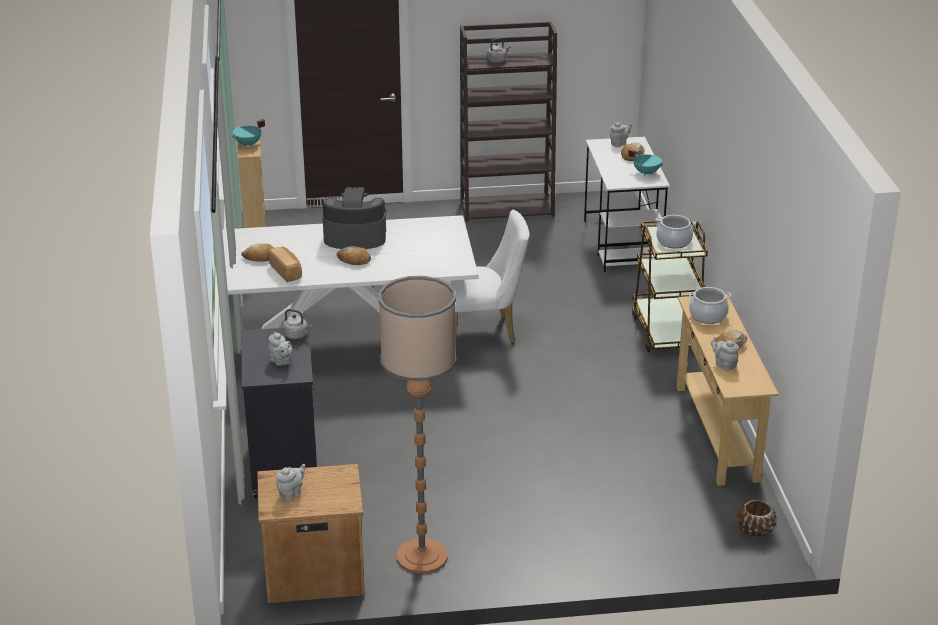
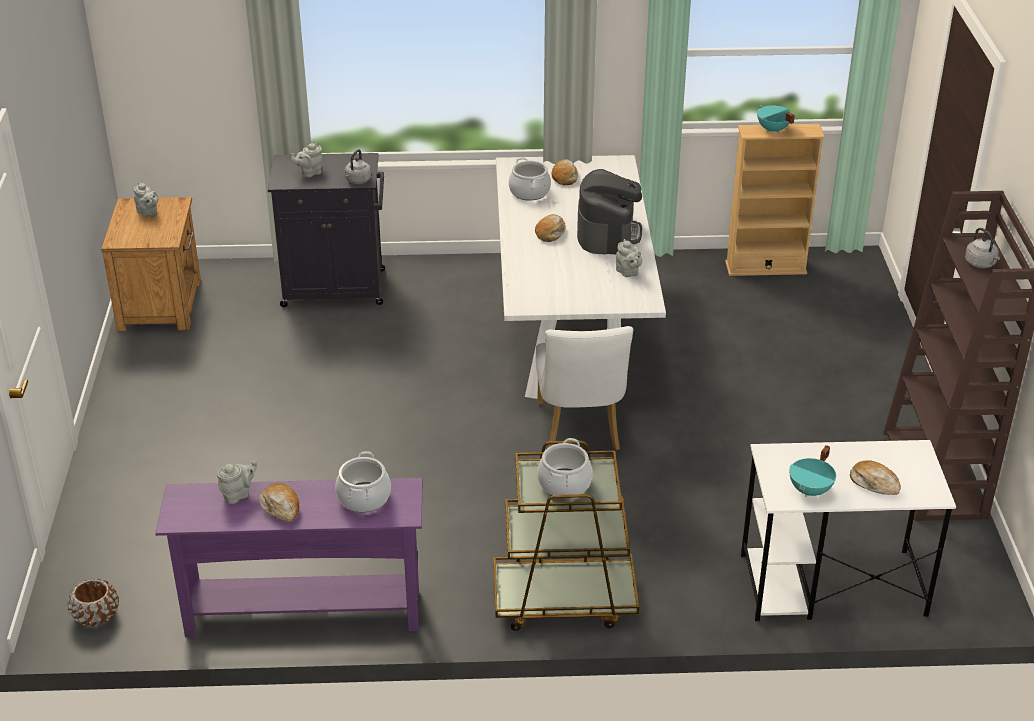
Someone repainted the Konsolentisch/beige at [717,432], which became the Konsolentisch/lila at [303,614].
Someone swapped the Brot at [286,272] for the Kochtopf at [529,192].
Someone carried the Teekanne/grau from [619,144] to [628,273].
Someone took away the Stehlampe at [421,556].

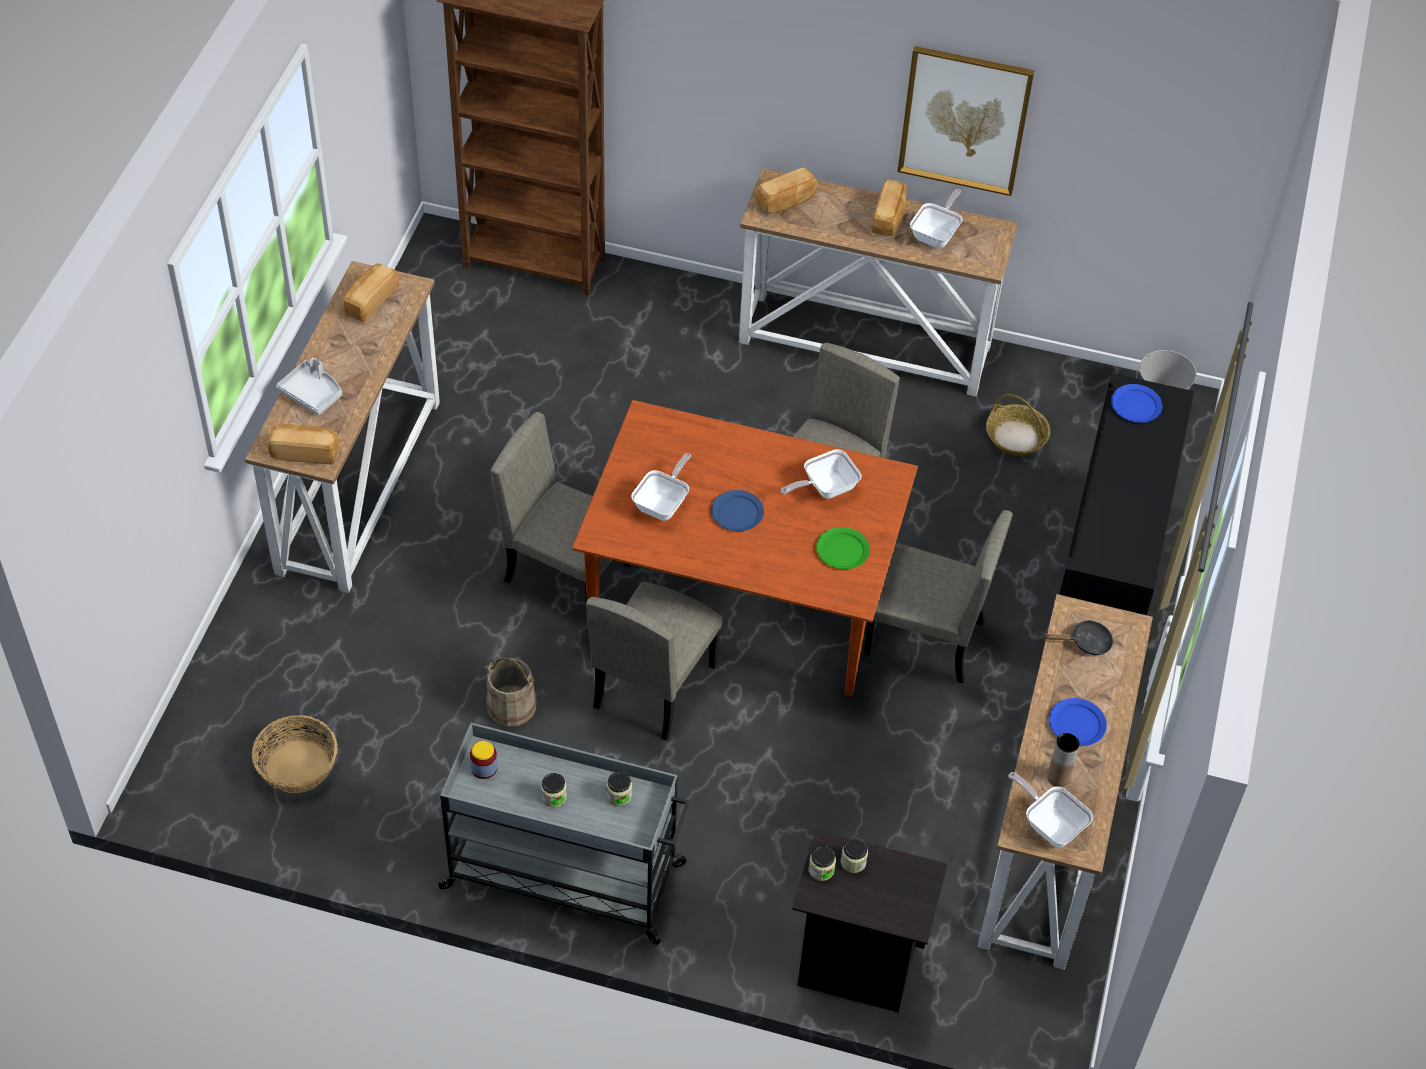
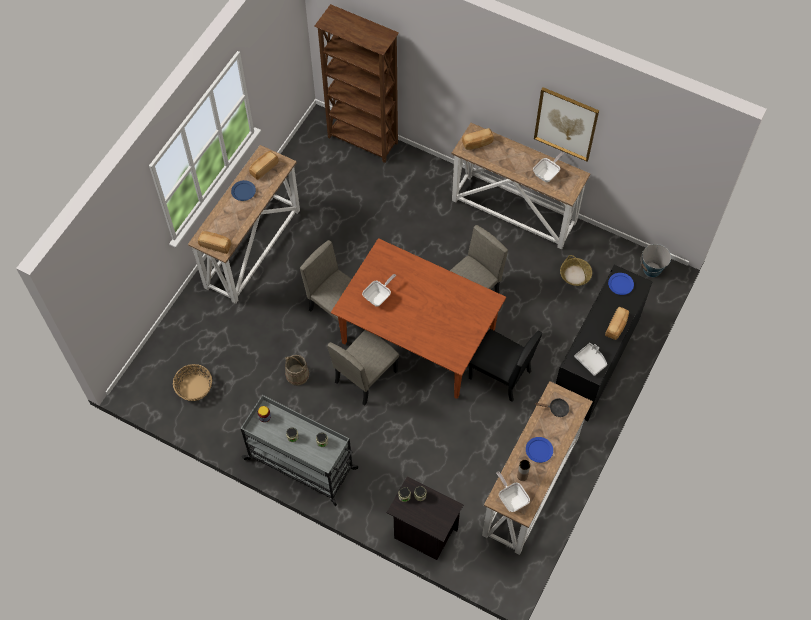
Someone carried the Teller/blau from [737,513] to [243,191].
Someone repainted the Stuhl/beige at [923,638], which became the Stuhl/schwarz at [499,375].
Someone carried the Tablett/grau from [312,393] to [591,361].
Someone carried the Brot from [889,217] to [617,326].
Someone took away the Pfanne at [825,488].
Someone took away the Teller/grün at [842,550].

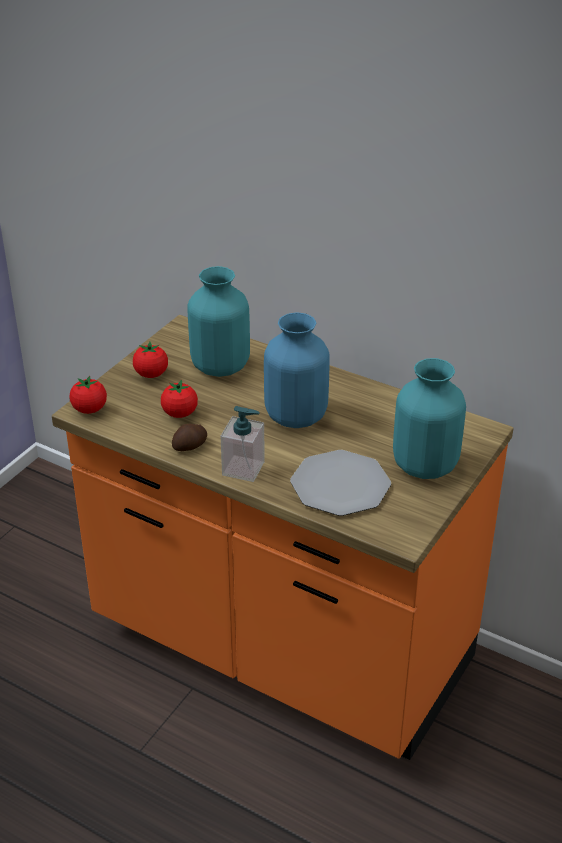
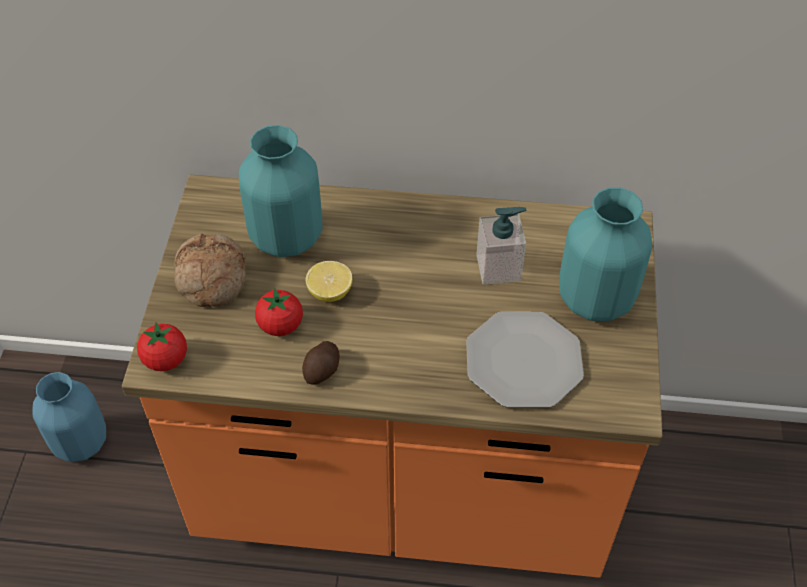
Someone carried the Vase/blau from [295,416] to [79,442].
Someone swapped the Tomate at [151,374] for the Brot at [210,278].
Someone put down the Zitrone at [330,292].
Someone carried the Seifenspender from [243,468] to [498,268].

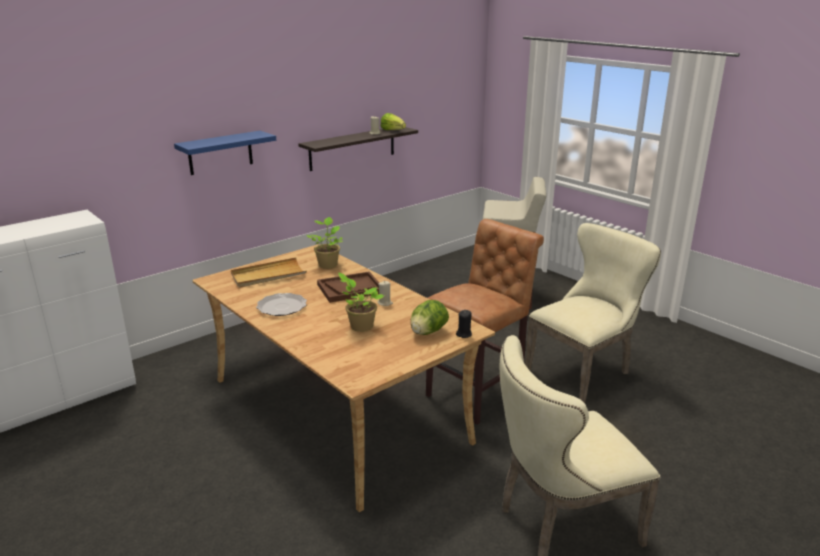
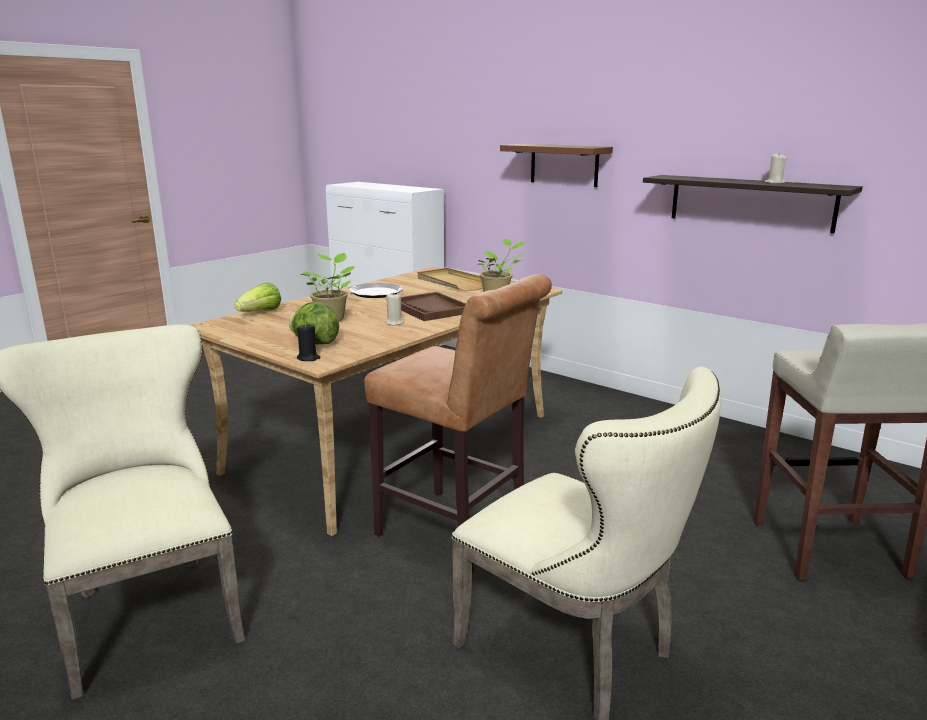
Someone carried the Salatkopf from [392,131] to [261,313].
Someone repainted the Wandregal/blau at [220,153], which became the Wandregal/braun at [564,165].

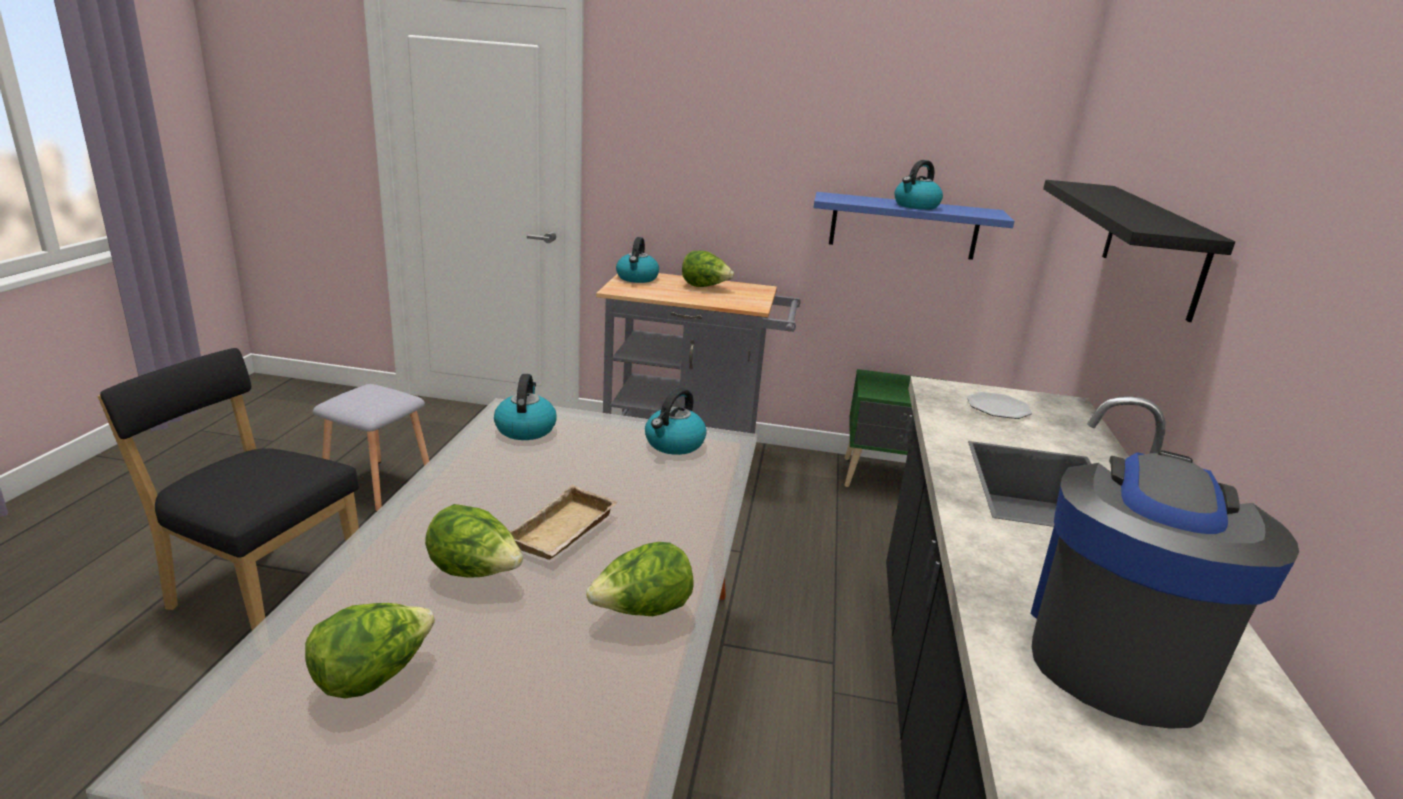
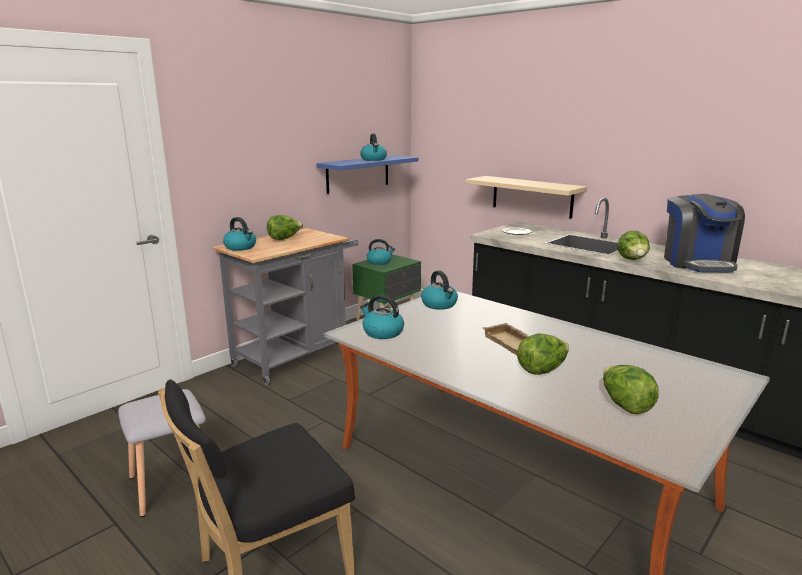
Someone put down the Wasserkessel at [379,262].
Someone put up the Wandregal/beige at [532,196].
Someone carried the Salatkopf from [642,612] to [632,260].
Someone rotated the Kaffeemaschine at [1117,648] by 150 degrees counterclockwise.
Someone took away the Wandregal/schwarz at [1152,247].

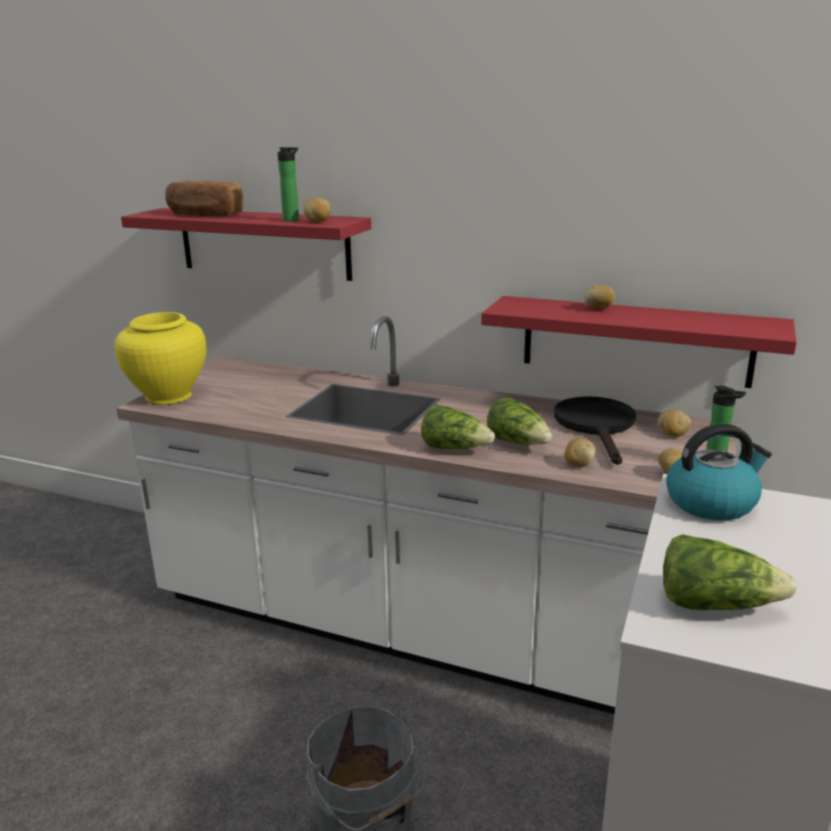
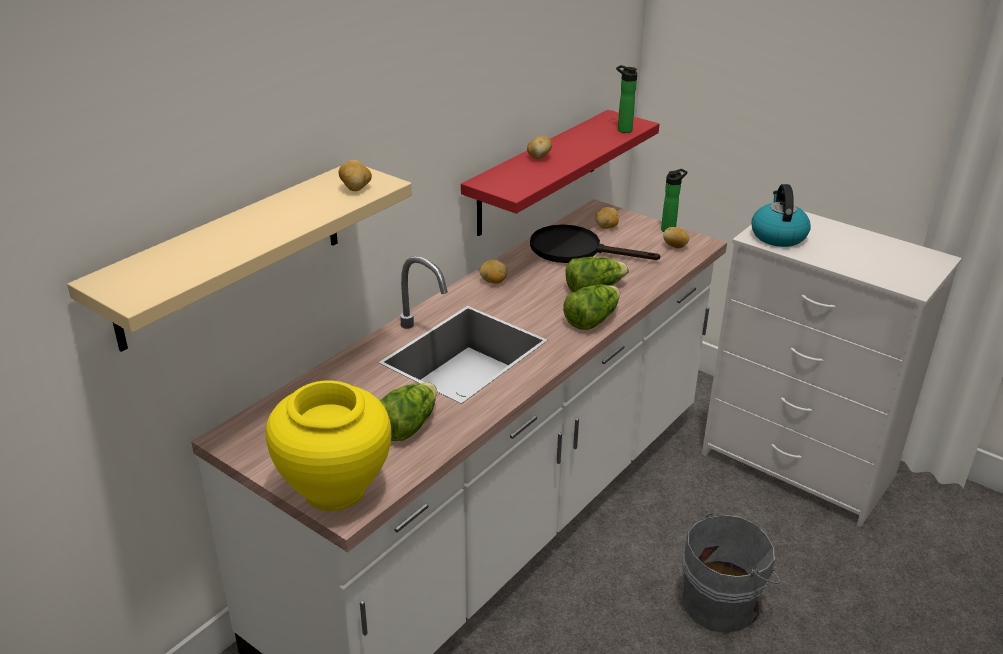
Someone repainted the Wandregal/rot at [264,243], which became the Wandregal/beige at [231,254].
Someone carried the Salatkopf from [715,604] to [406,426].
Someone carried the Kartoffel from [578,465] to [493,282].
Someone carried the Flasche from [292,220] to [622,129].
Someone took away the Brot at [204,214].

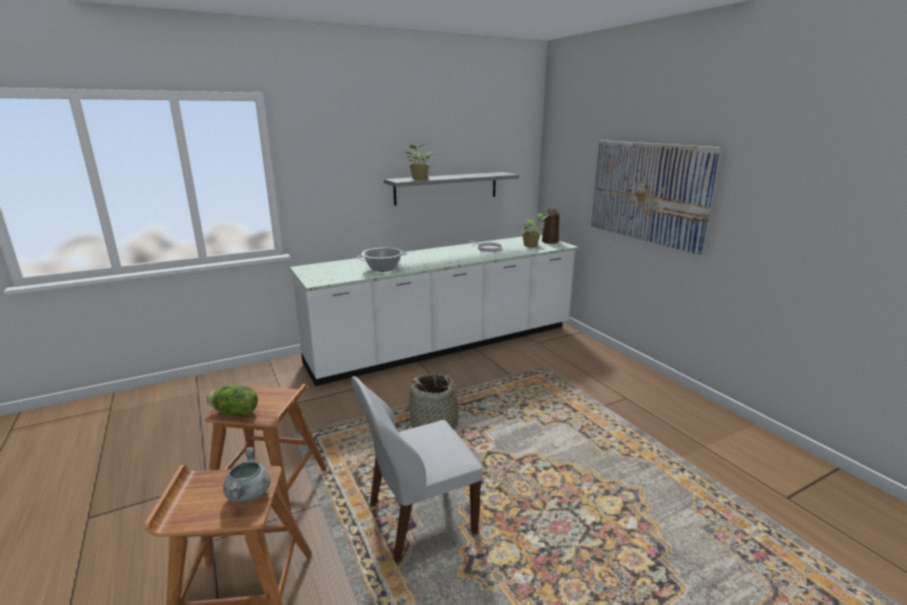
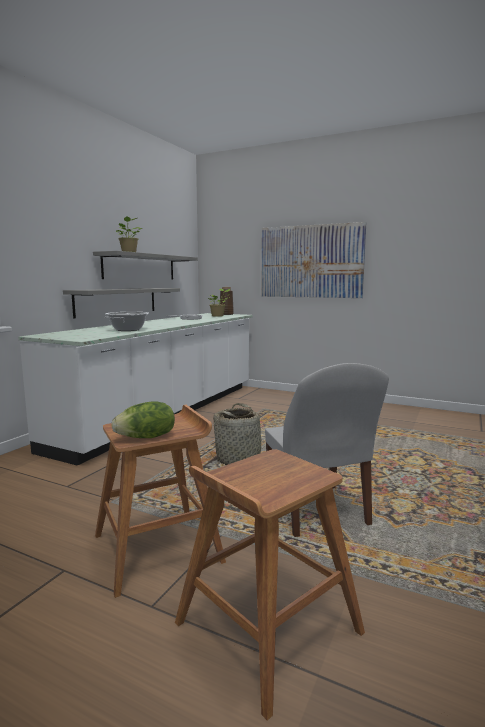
Someone put up the Wandregal/grau at [117,301].
Someone rotated the Stuhl/weiß at [418,518] by 45 degrees counterclockwise.
Someone took away the Kochtopf/grau at [249,494].

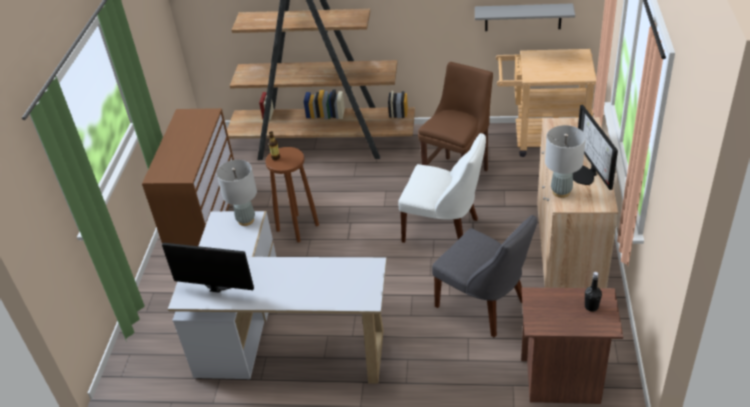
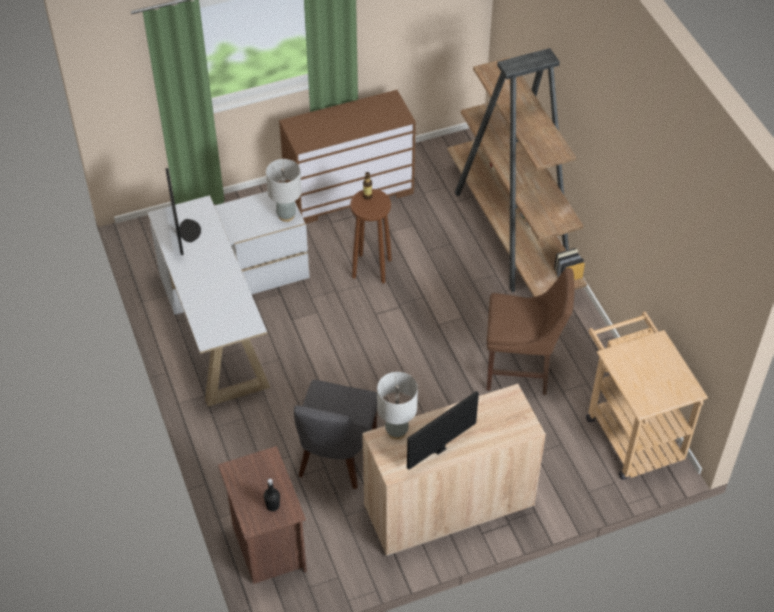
Someone took away the Stuhl/weiß at [444,230].
Someone took away the Wandregal/grau at [523,17].

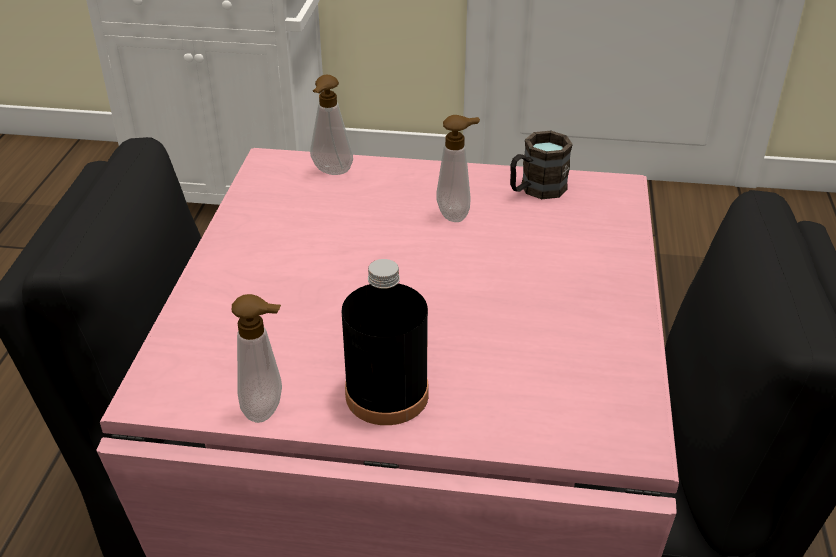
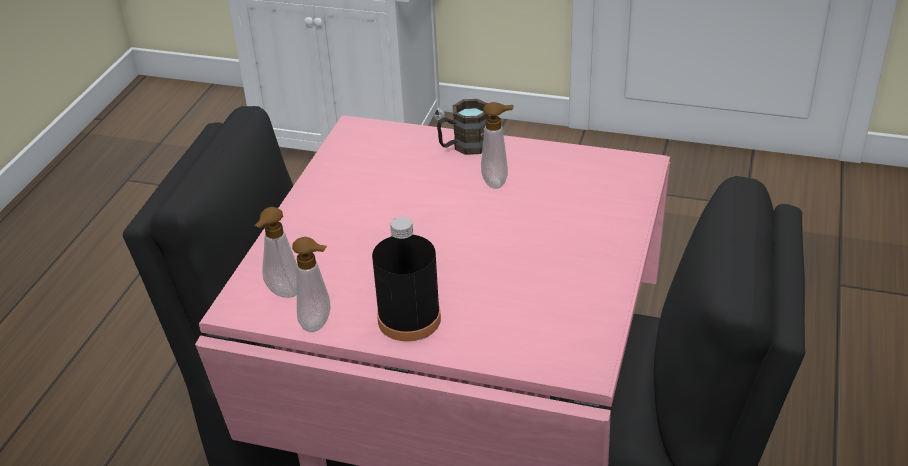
Someone carried the Seifenspender from [330,172] to [282,293].
Someone carried the Henkelbecher/braun from [536,190] to [464,146].

